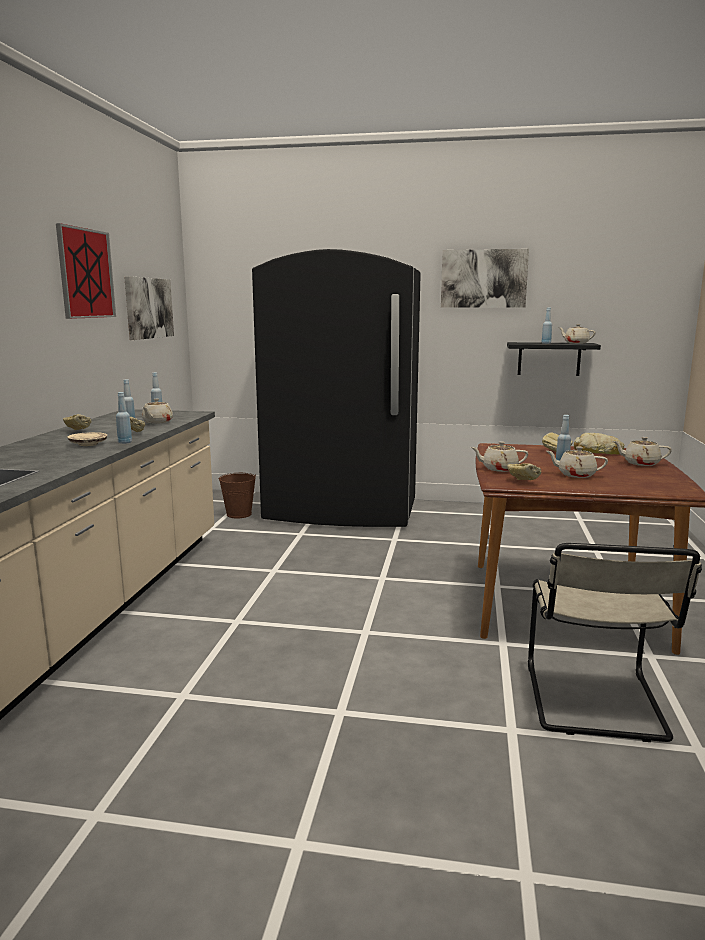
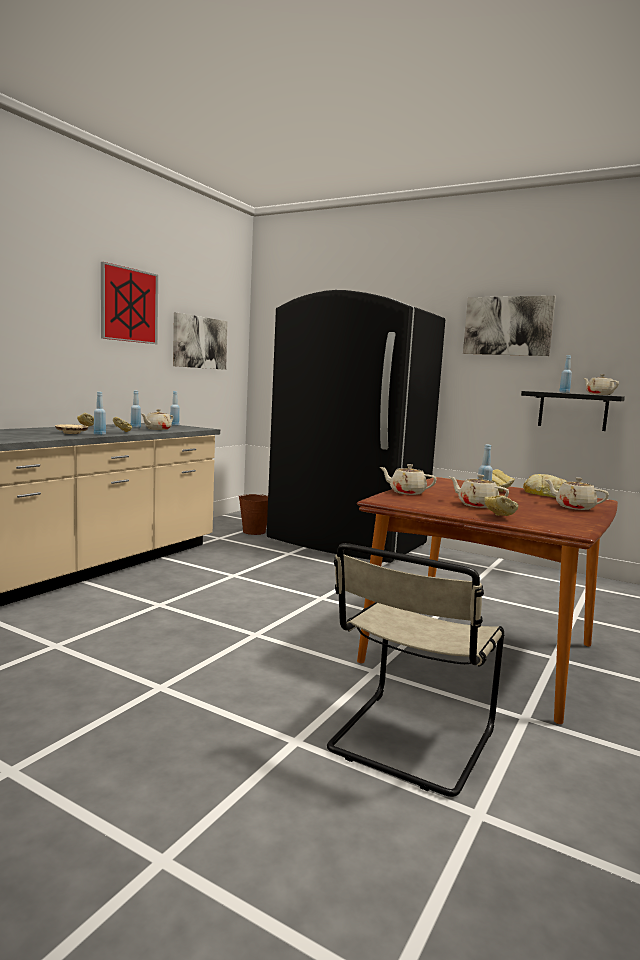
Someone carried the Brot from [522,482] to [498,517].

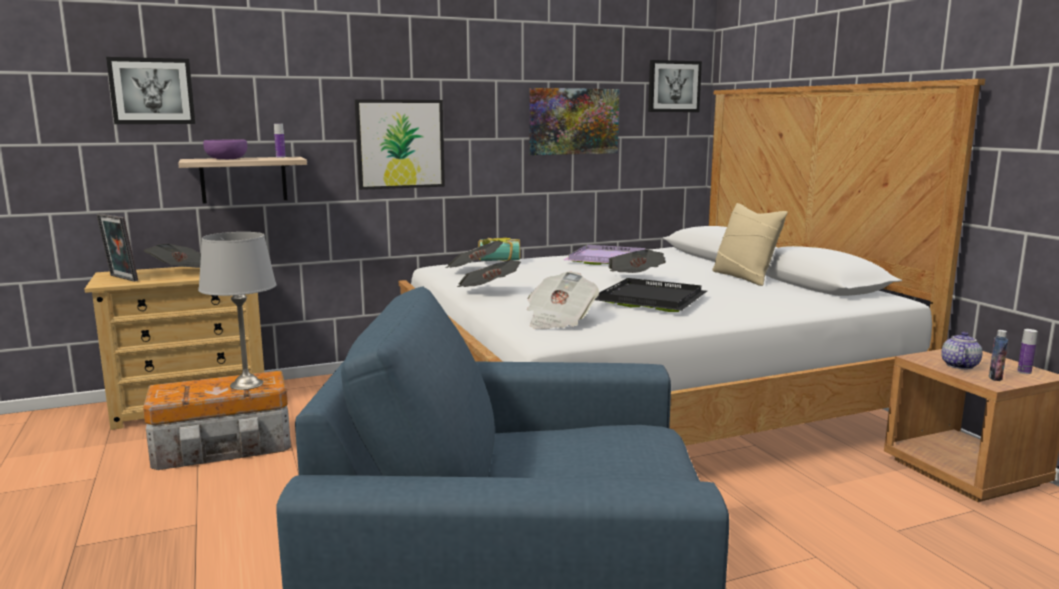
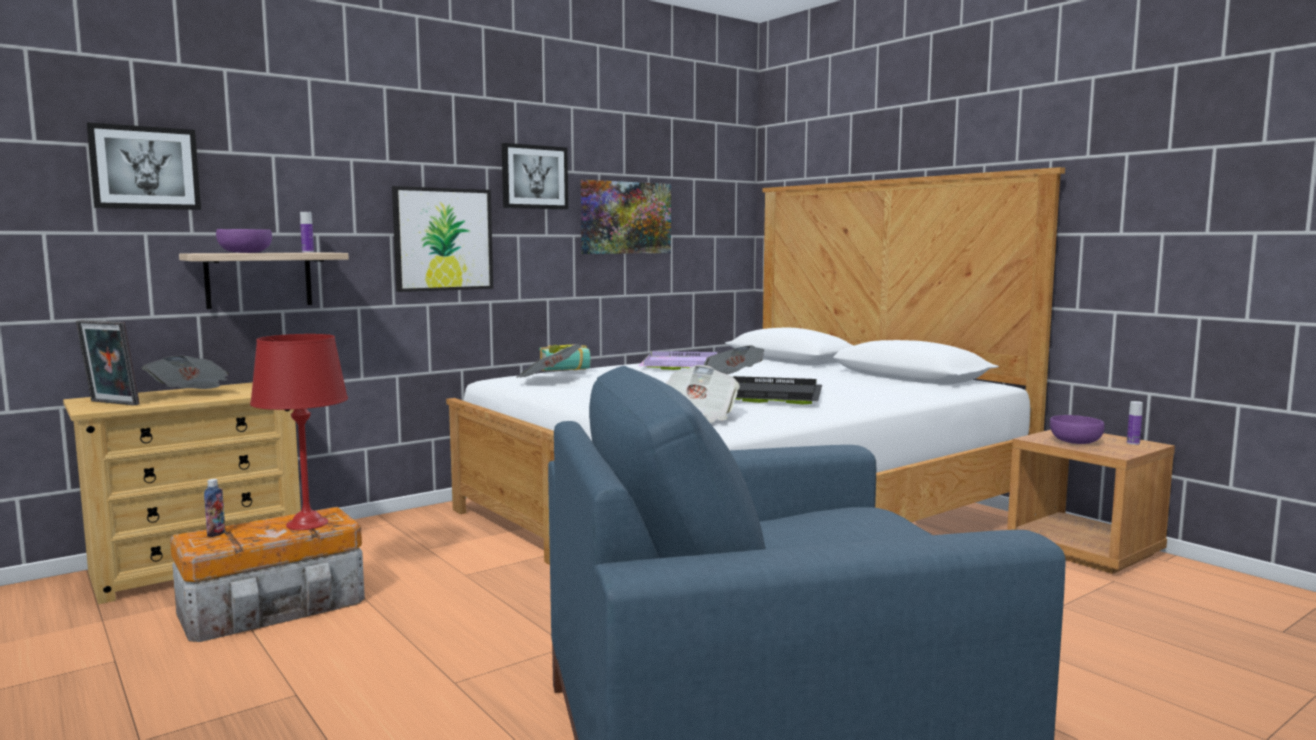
Someone carried the Flasche from [995,378] to [216,533].
Someone repainted the Tischlampe/grau at [246,384], which became the Tischlampe/rot at [307,523].
Someone carried the Bild from [673,86] to [534,177].
Someone swapped the Teekanne at [958,365] for the Schüssel/lila at [1074,442].
Someone took away the Zeitung at [488,291].
Someone took away the Kissen/beige at [744,277].

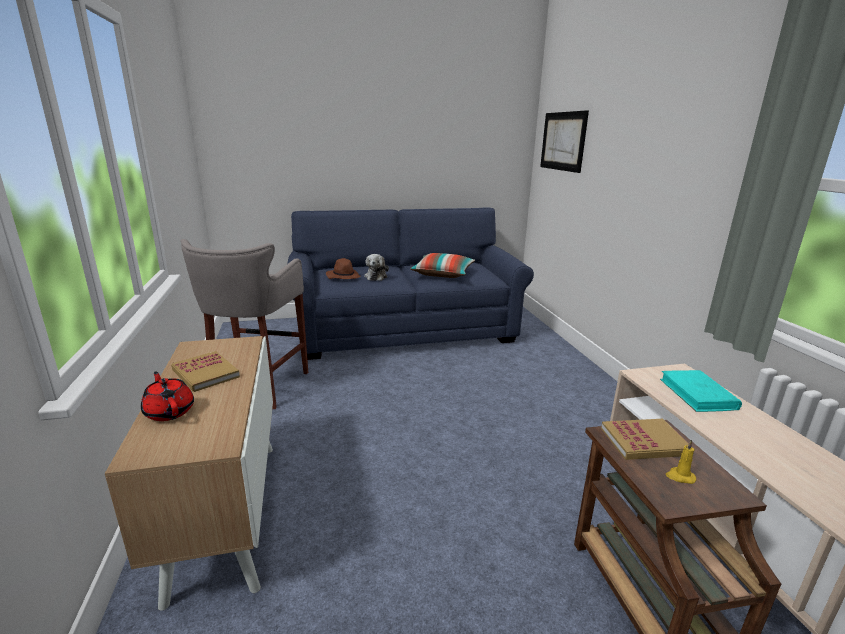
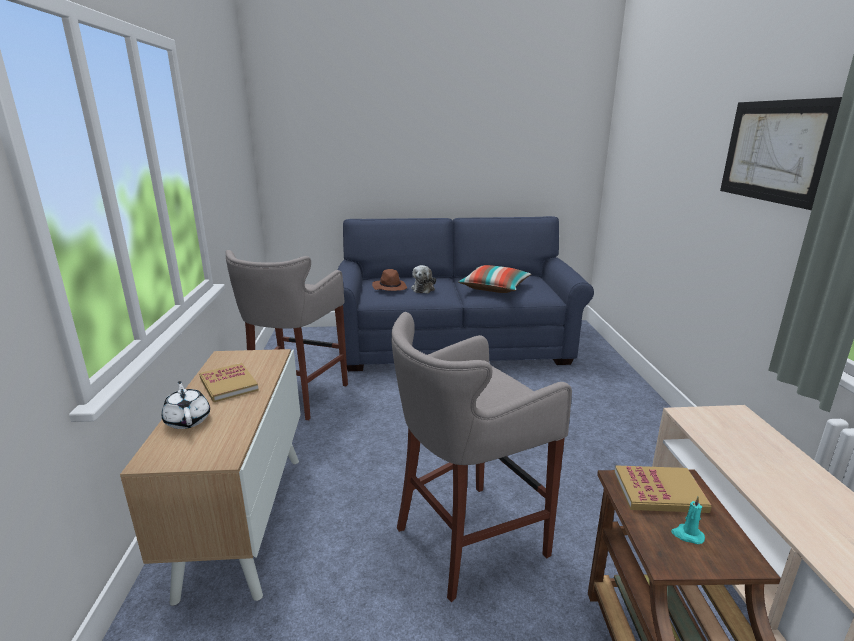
Someone repainted the Teekanne/rot at [169,411], which became the Teekanne/weiß at [188,420].
Someone put down the Hocker/grau at [466,540].
Someone repainted the Kerze/gelb at [680,477], which became the Kerze/türkis at [687,535].
Someone carried the Bild from [562,141] to [774,151].
Someone took away the Buch/türkis at [697,394].

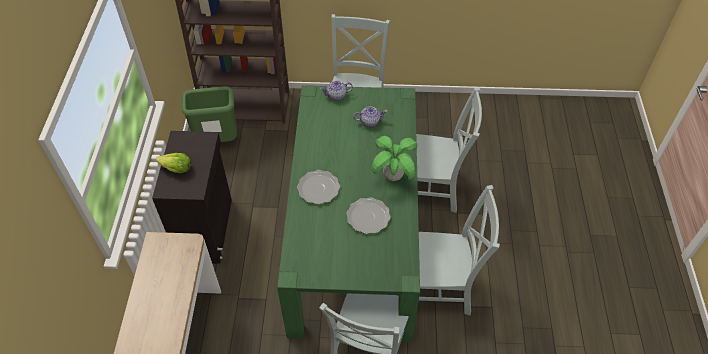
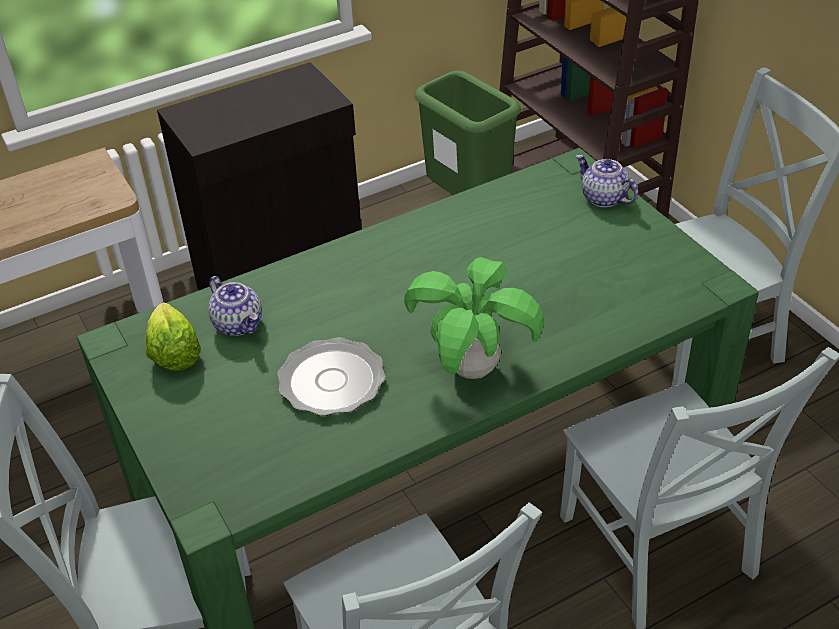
Someone carried the Salatkopf from [176,168] to [173,353].
Someone carried the Teekanne from [370,121] to [239,324].
Someone took away the Teller at [319,188].

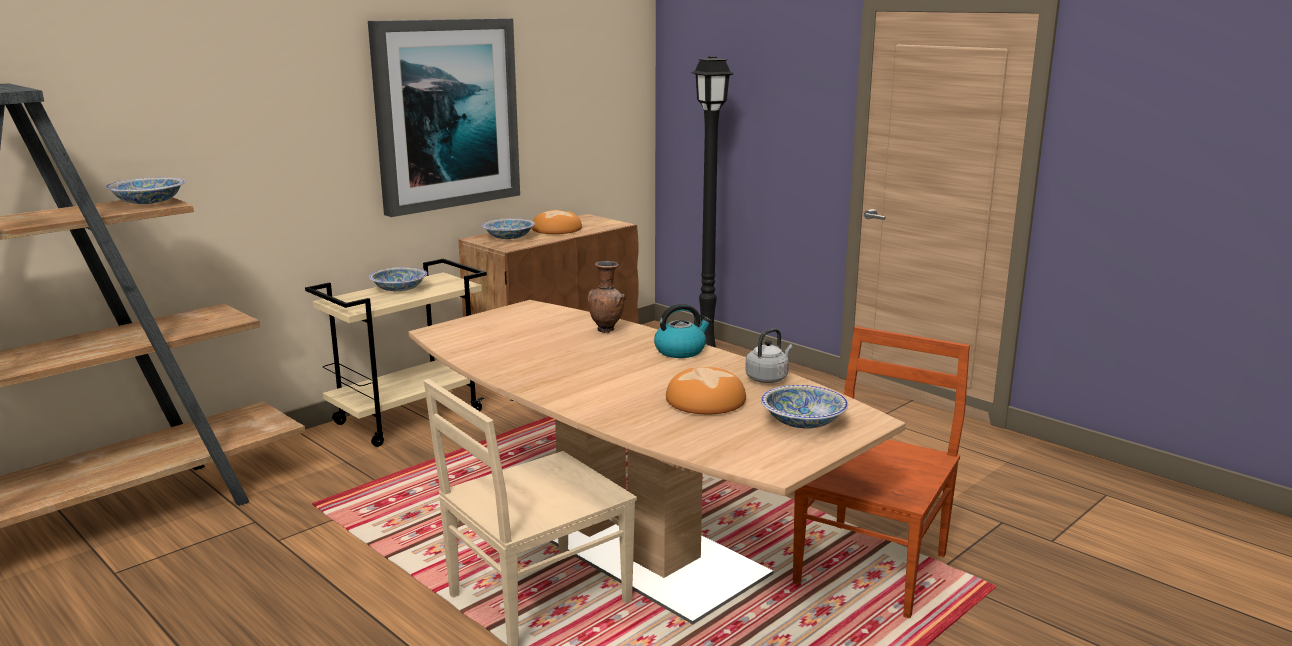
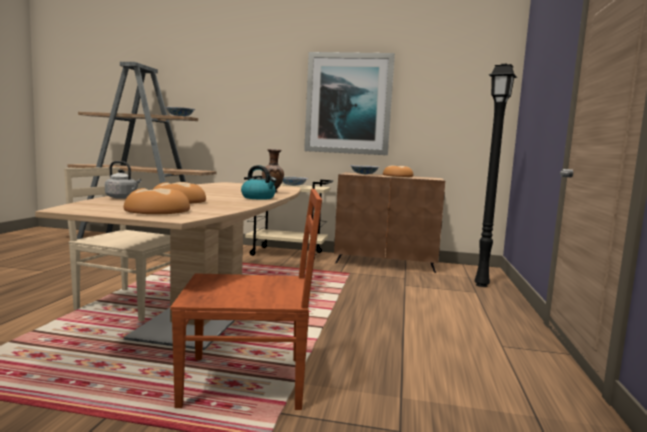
Someone carried the Wasserkessel/grau from [768,378] to [123,197].
Someone swapped the Schüssel at [802,422] for the Brot at [157,210].

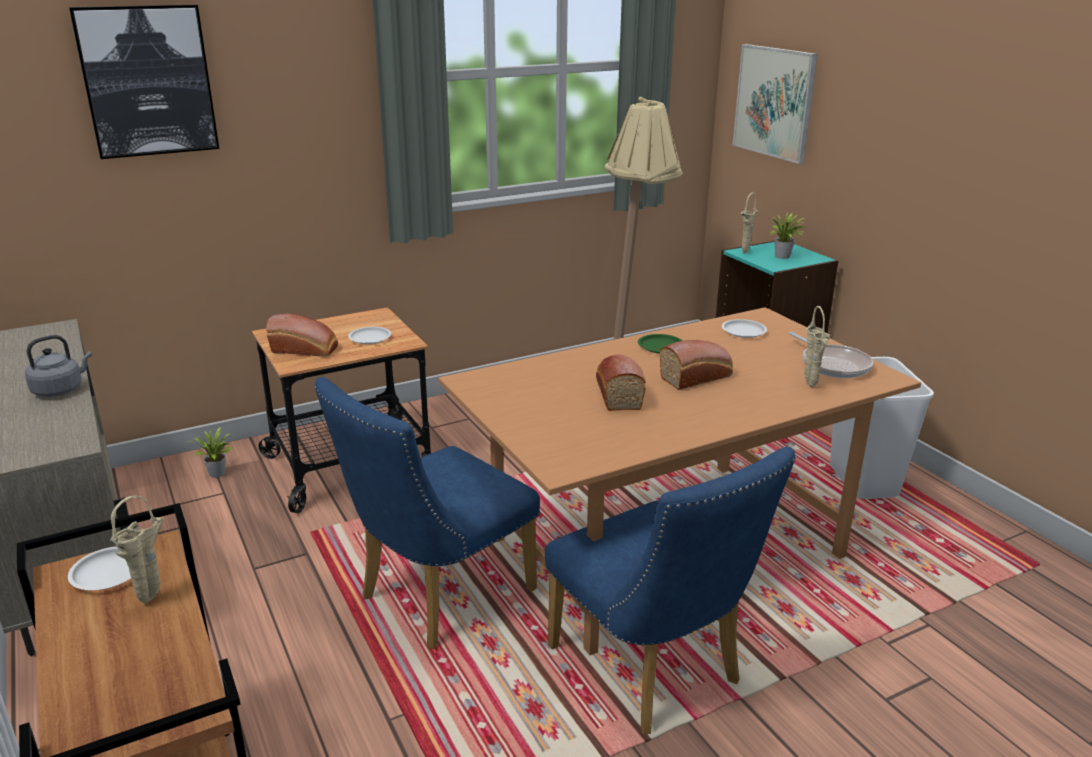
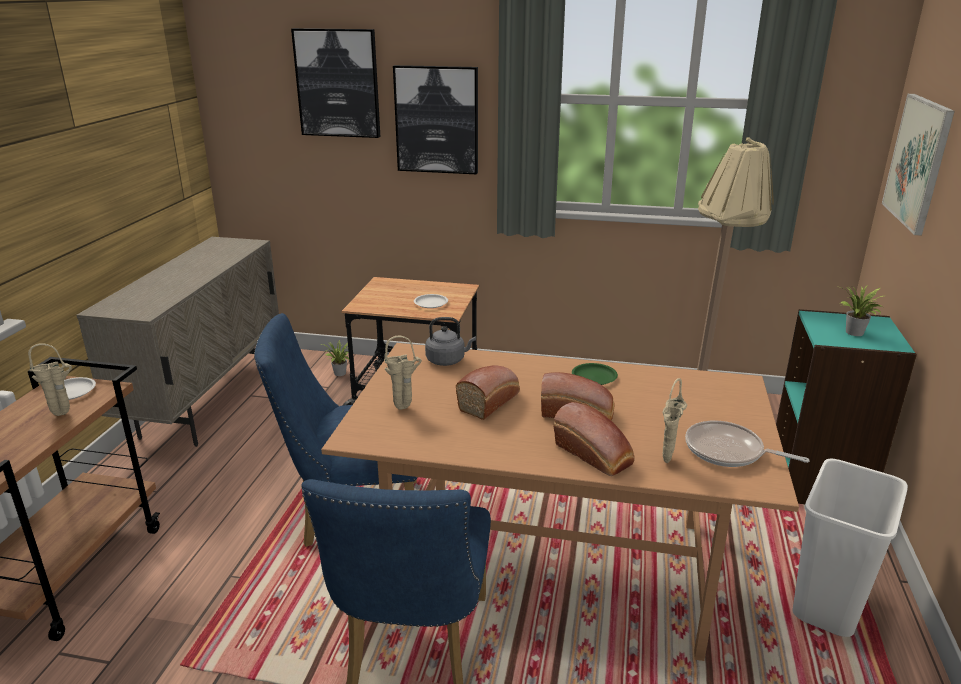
Someone carried the Vase/beige from [745,252] to [405,408].
Someone put up the Bild at [437,120].
Someone carried the Wasserkessel/grau from [60,390] to [447,360].
Someone carried the Brot from [306,350] to [595,455].
Someone rotated the Pfanne at [832,365] by 105 degrees clockwise.
Someone took away the Teller/weiß at [743,331].

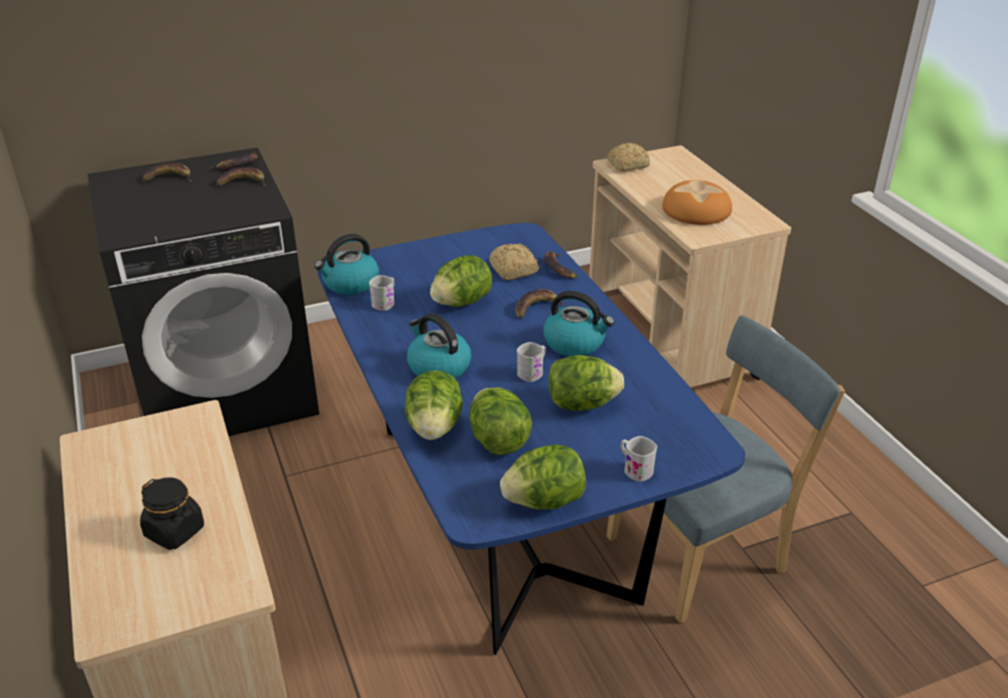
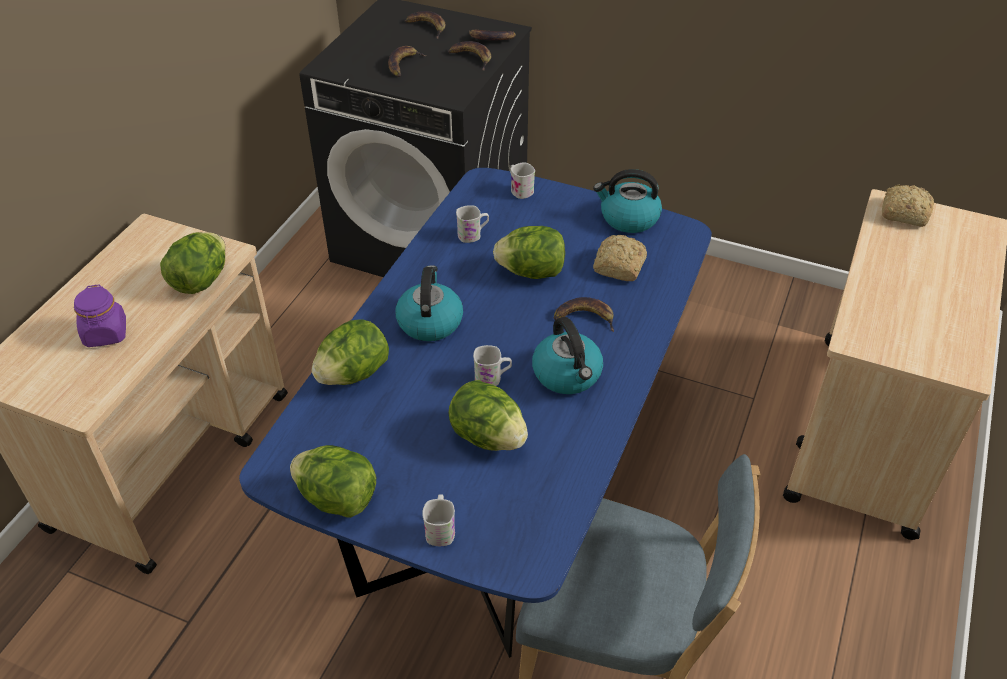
Someone repainted the Vorratsglas/schwarz at [175,531], which became the Vorratsglas/lila at [106,333].
Someone carried the Salatkopf from [498,441] to [200,281].
Someone carried the Banane from [558,268] to [403,64].
Someone put down the Henkelbecher/weiß at [520,190].
Someone carried the Wasserkessel from [350,284] to [628,218].
Someone took away the Brot at [696,210].

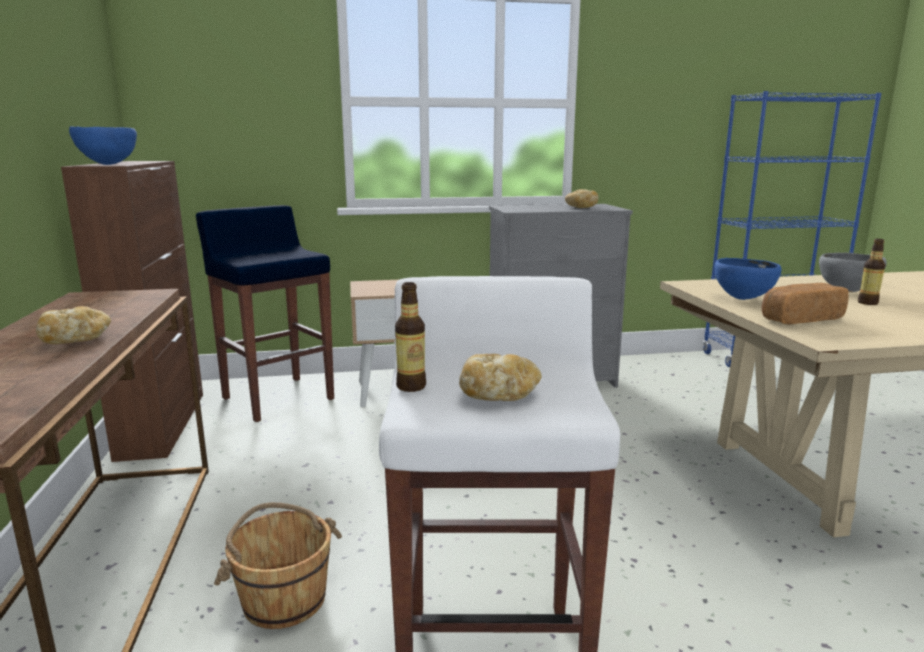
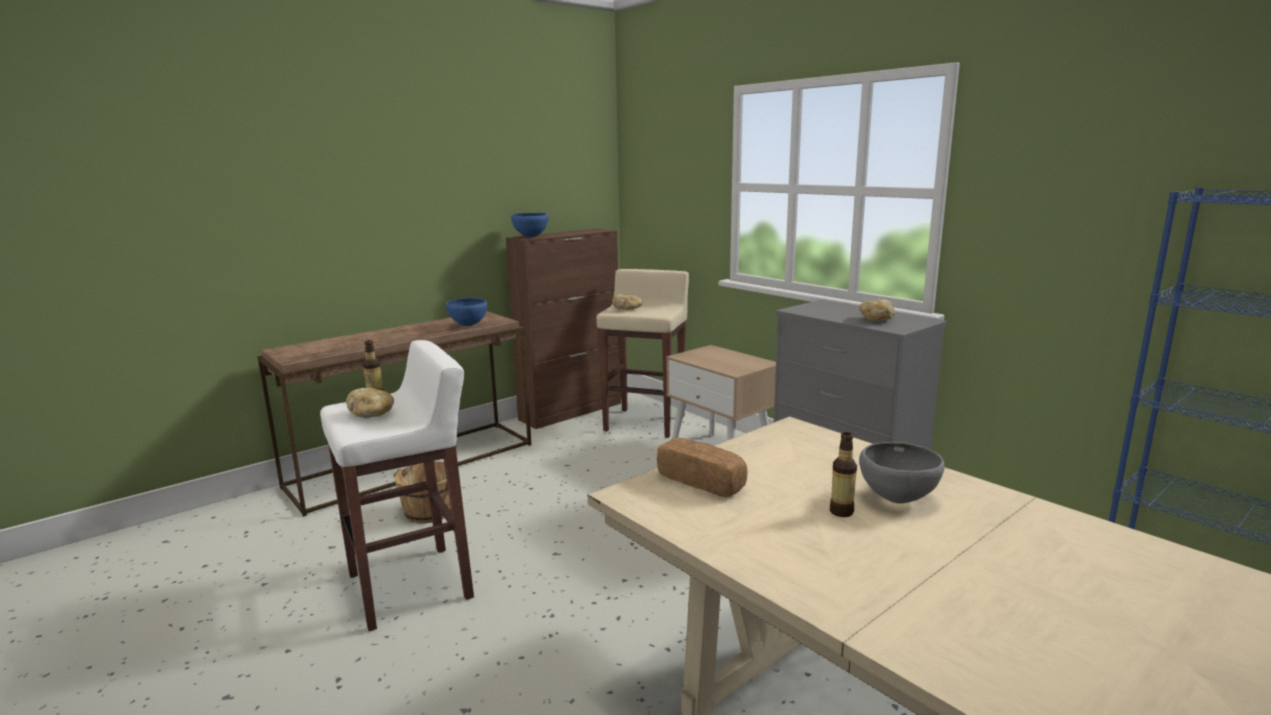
Someone carried the Schüssel/blau from [743,299] to [468,325].
Someone repainted the Hocker/blau at [277,398], which became the Hocker/beige at [645,423].
Someone carried the Brot from [75,340] to [627,309].

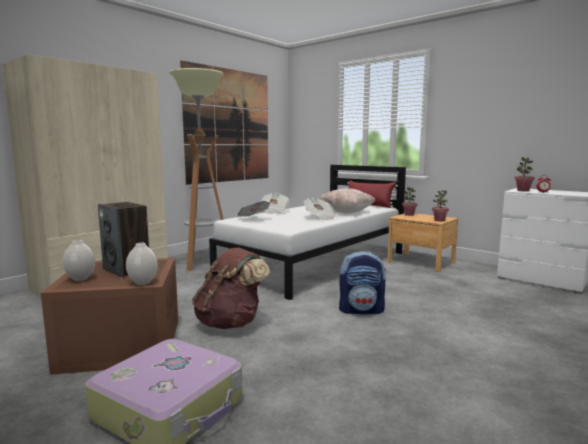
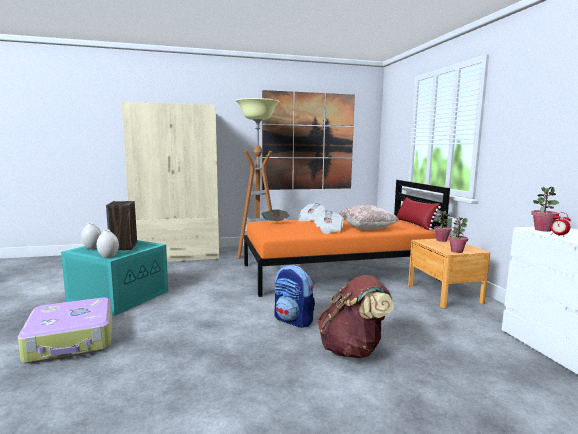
Someone repainted the Aufbewahrungsbox/braun at [121,343], which became the Aufbewahrungsbox/türkis at [119,296].
Someone repainted the Bett/weiß at [315,263], which became the Bett/orange at [337,272].
Someone carried the Rucksack/braun from [231,323] to [353,350].

